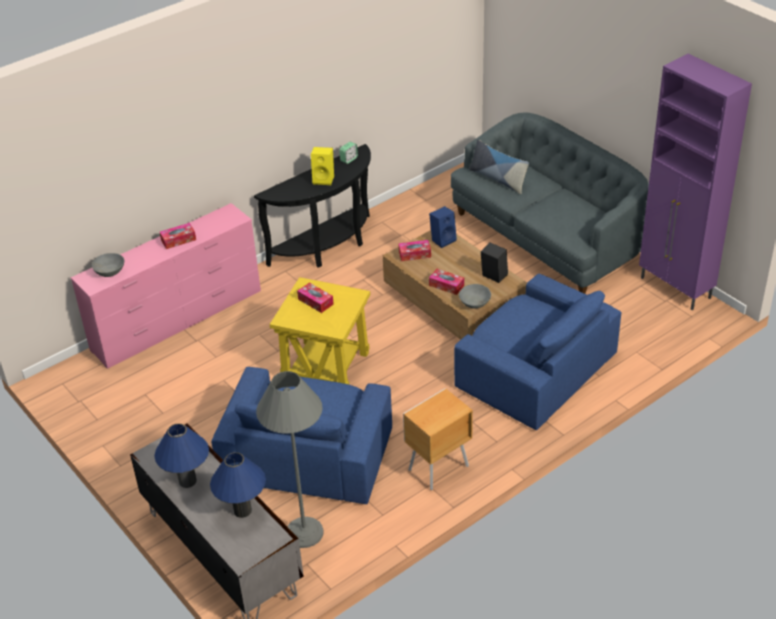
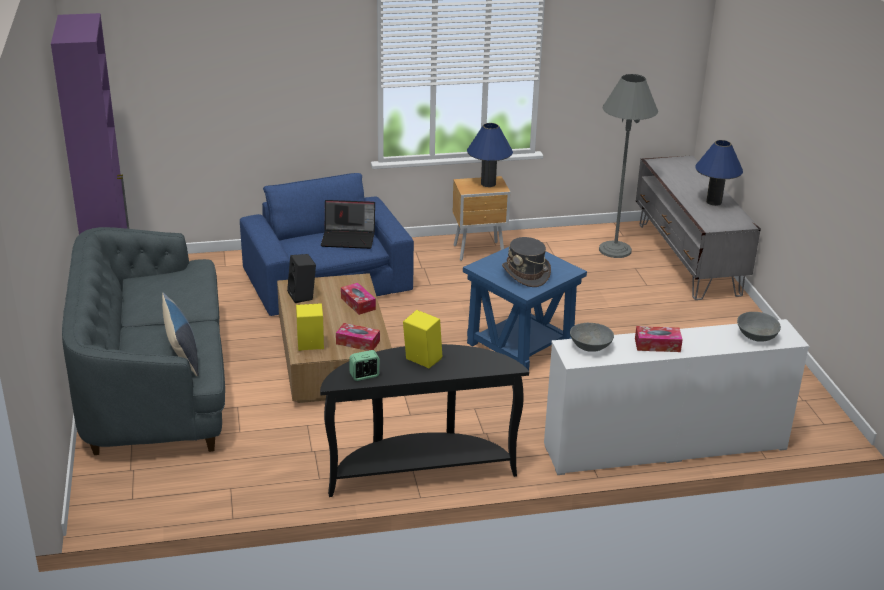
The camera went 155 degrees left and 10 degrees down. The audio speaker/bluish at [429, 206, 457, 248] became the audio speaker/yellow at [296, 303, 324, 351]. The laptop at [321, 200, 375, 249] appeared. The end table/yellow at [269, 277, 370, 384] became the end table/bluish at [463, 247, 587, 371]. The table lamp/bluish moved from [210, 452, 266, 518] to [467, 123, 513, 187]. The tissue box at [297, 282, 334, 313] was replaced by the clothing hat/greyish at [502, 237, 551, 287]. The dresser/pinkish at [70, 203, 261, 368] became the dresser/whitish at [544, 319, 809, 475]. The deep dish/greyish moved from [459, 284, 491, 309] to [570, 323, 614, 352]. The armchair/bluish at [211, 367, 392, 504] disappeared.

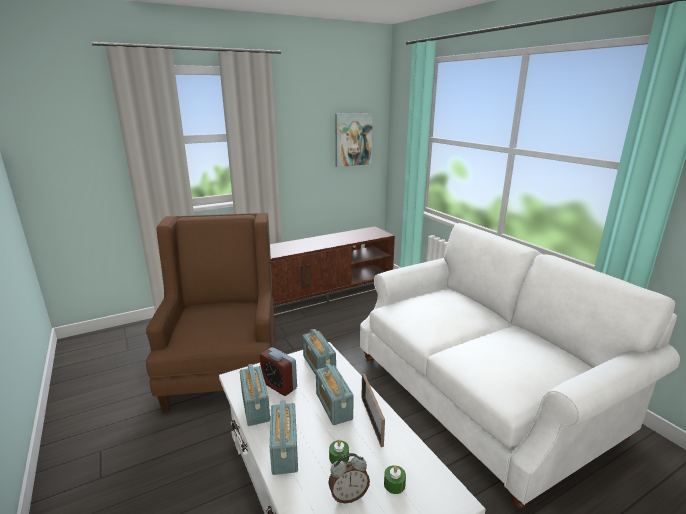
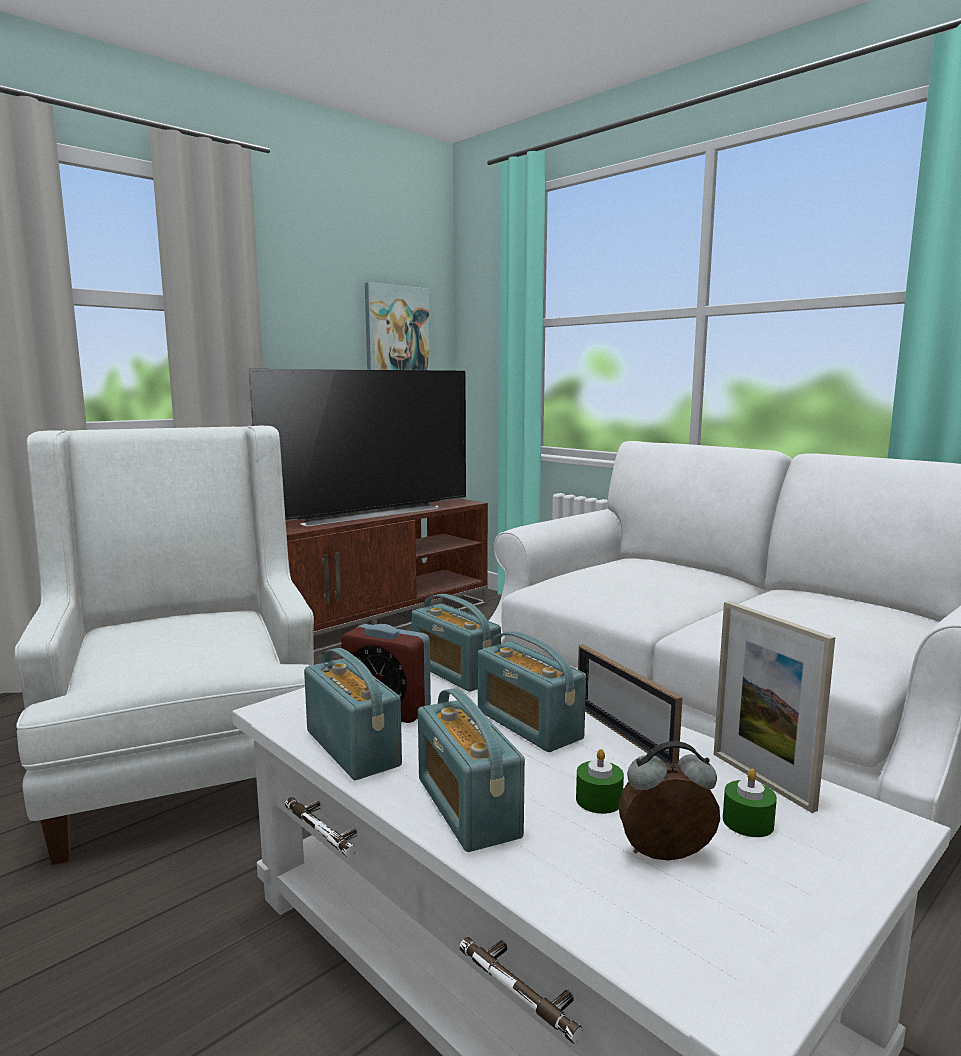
The camera went 15 degrees left and 10 degrees down. The armchair/brown at [146, 213, 275, 412] became the armchair/whitish at [15, 426, 314, 865]. The television at [249, 369, 466, 526] appeared. The bedside clock at [328, 453, 370, 503] turned 150 degrees counterclockwise. The photo frame at [714, 601, 835, 813] appeared.

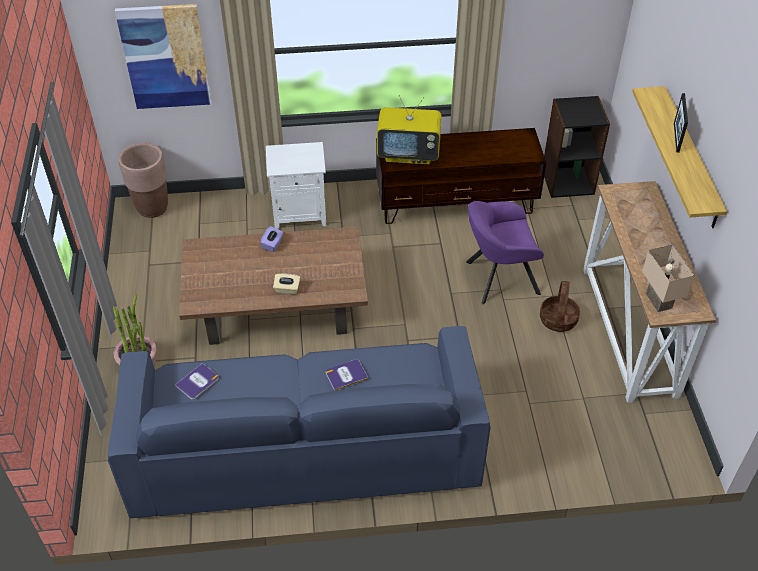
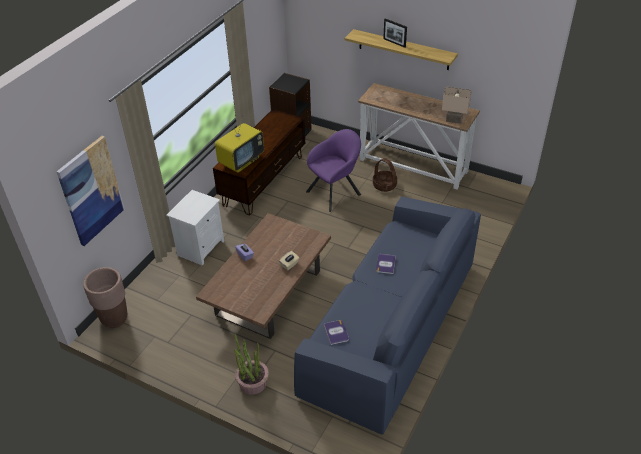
The camera went 55 degrees left and 5 degrees down. The armchair/purple-coloured at [466, 201, 544, 304] turned 150 degrees counterclockwise.

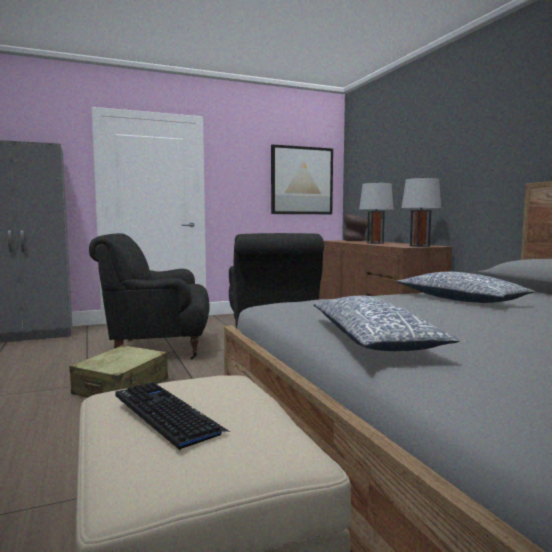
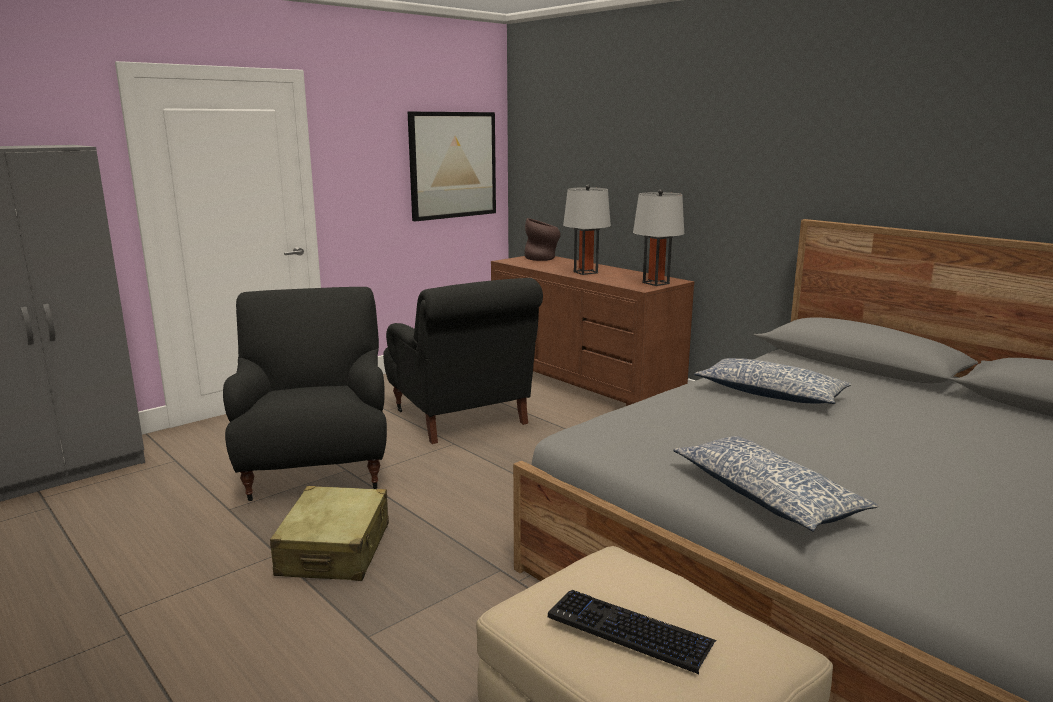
The camera went 20 degrees left and 10 degrees up. The armchair/blackish at [89, 233, 210, 359] turned 105 degrees clockwise.

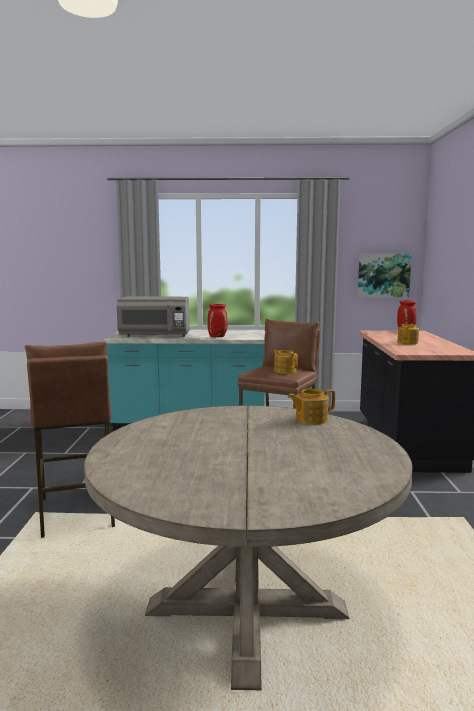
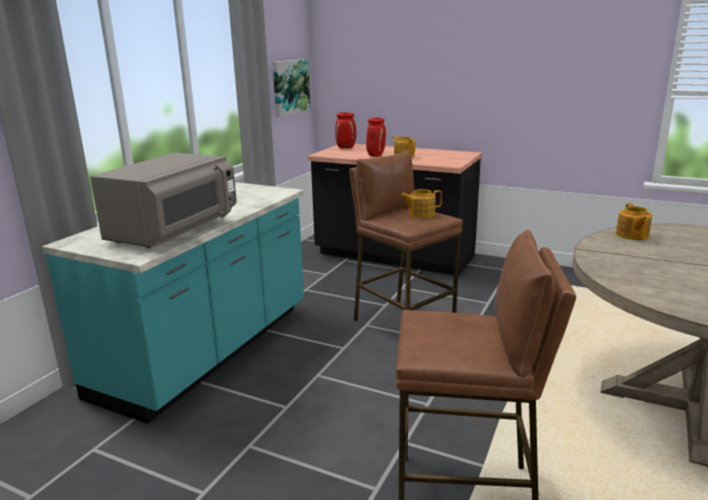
The camera went 65 degrees left and 10 degrees up. The flower vase/reddish moved from [208, 304, 228, 337] to [366, 118, 386, 157].

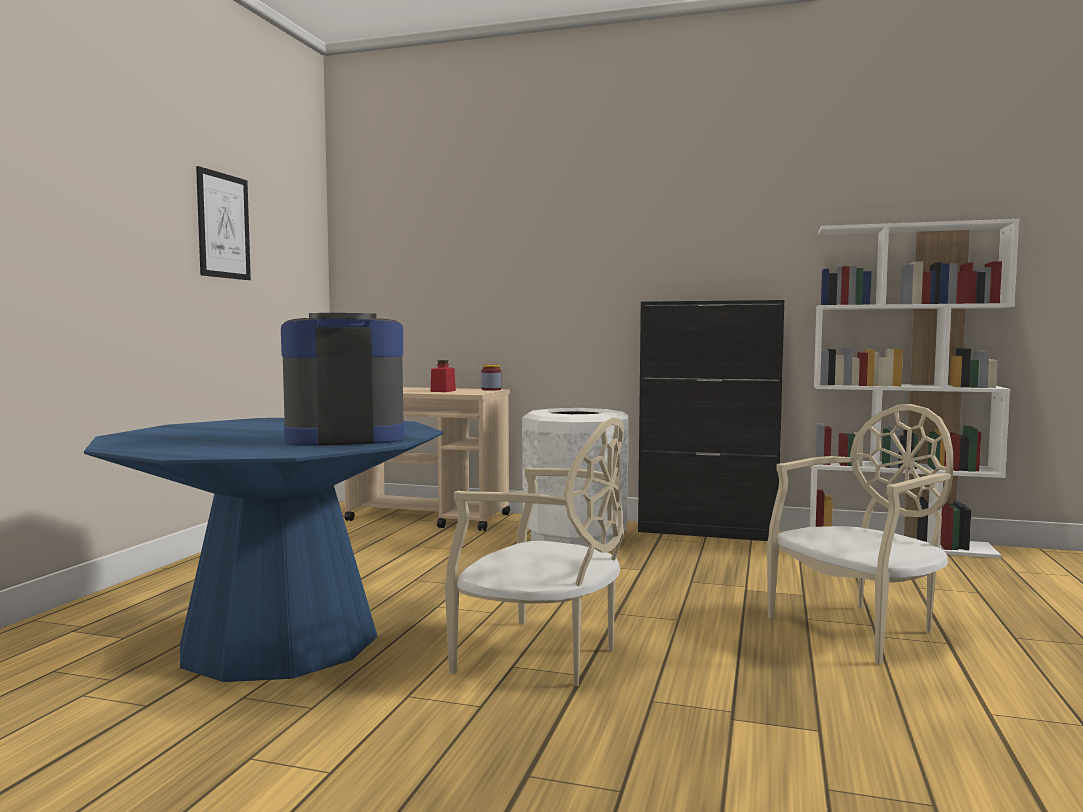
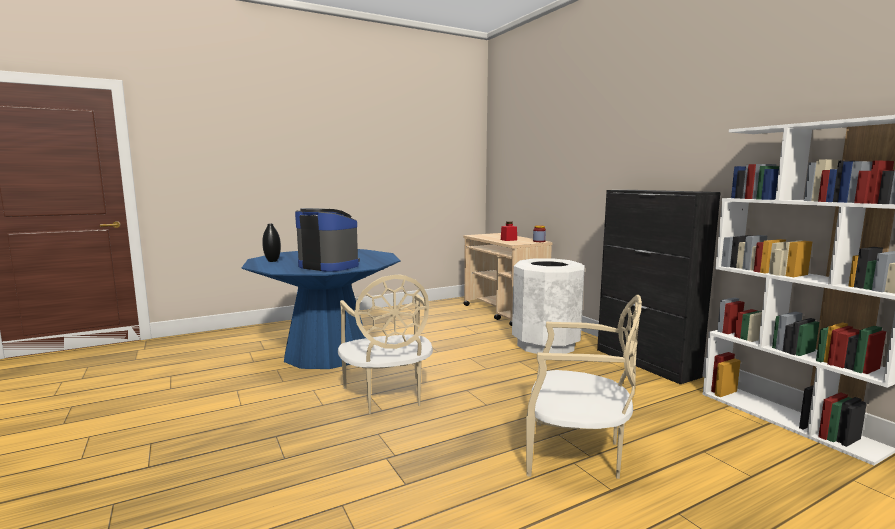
The camera went 45 degrees right and 5 degrees up. The flower vase/blackish at [262, 224, 281, 262] appeared. The wall art at [196, 166, 251, 280] disappeared.

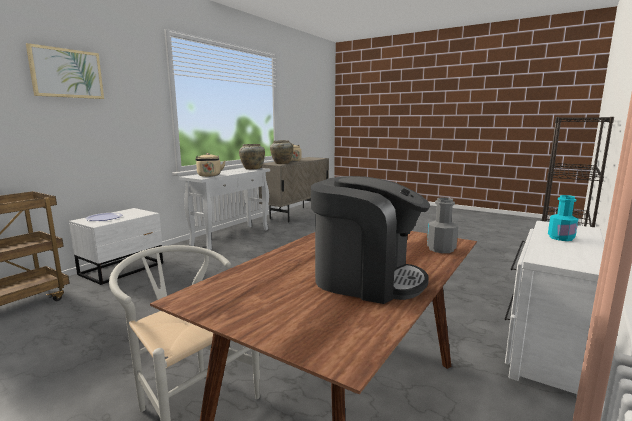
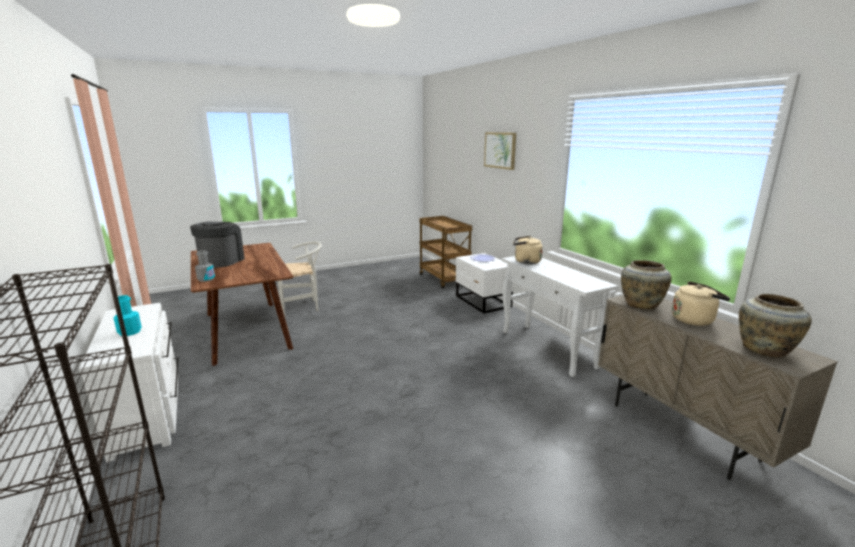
The camera went 120 degrees right and 5 degrees up. The coffee brewer at [311, 176, 430, 304] turned 135 degrees clockwise. The flower vase/beige-coloured moved from [239, 144, 265, 170] to [739, 294, 812, 357].

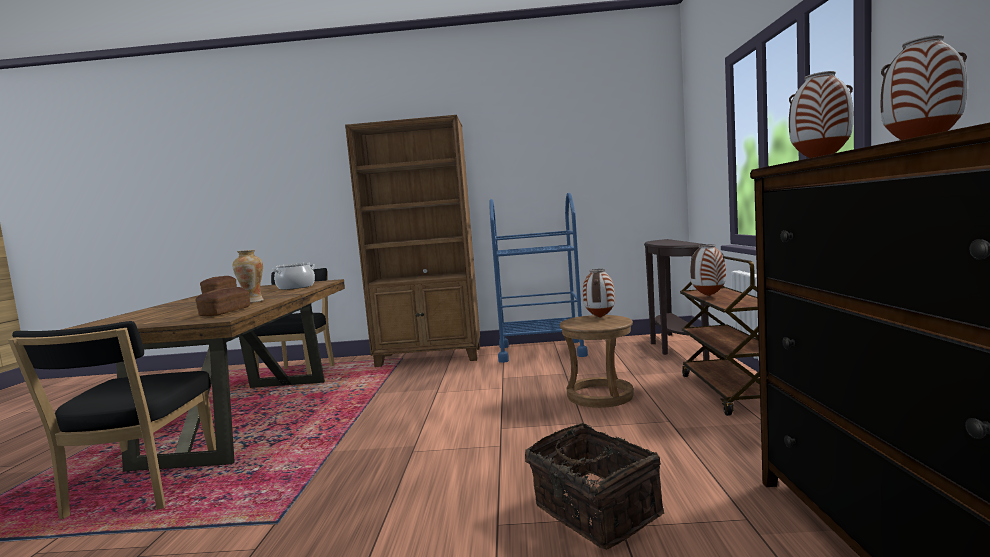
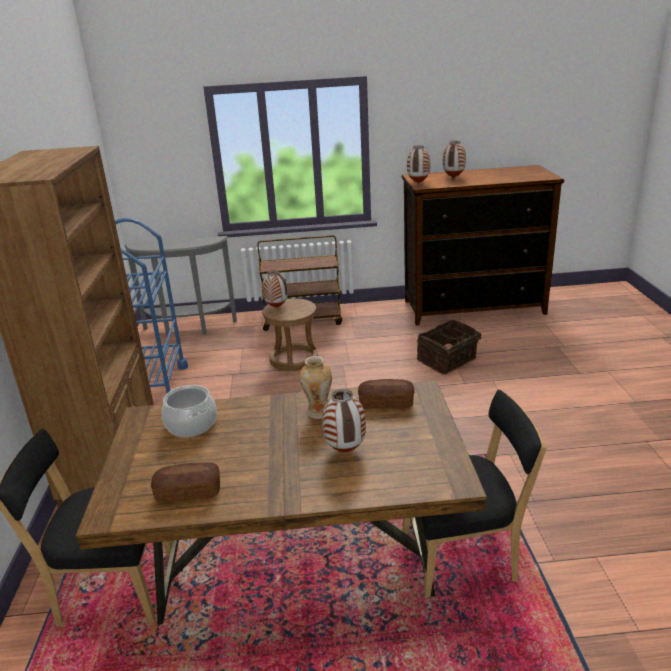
The camera went 95 degrees left and 20 degrees up. The narrow table/brown at [644, 239, 709, 360] became the narrow table/greyish at [125, 236, 237, 337]. The flower vase moved from [690, 244, 726, 296] to [322, 389, 366, 452].

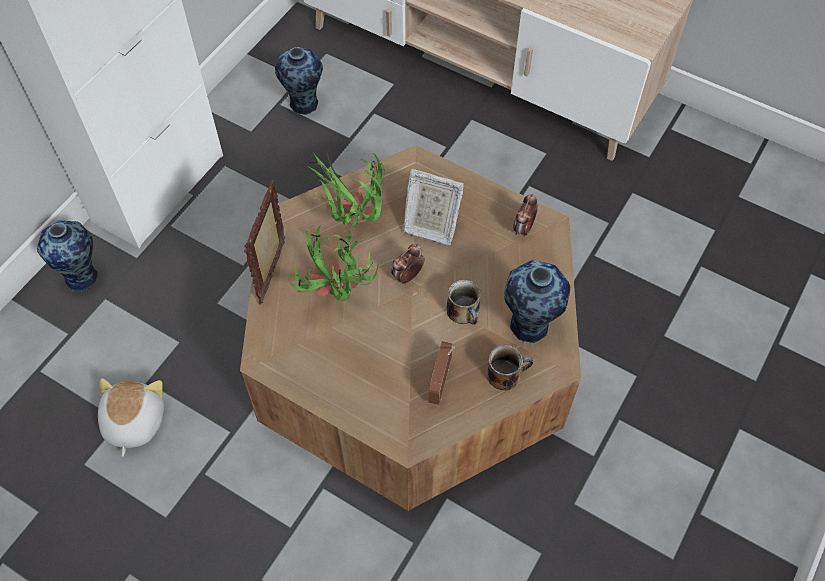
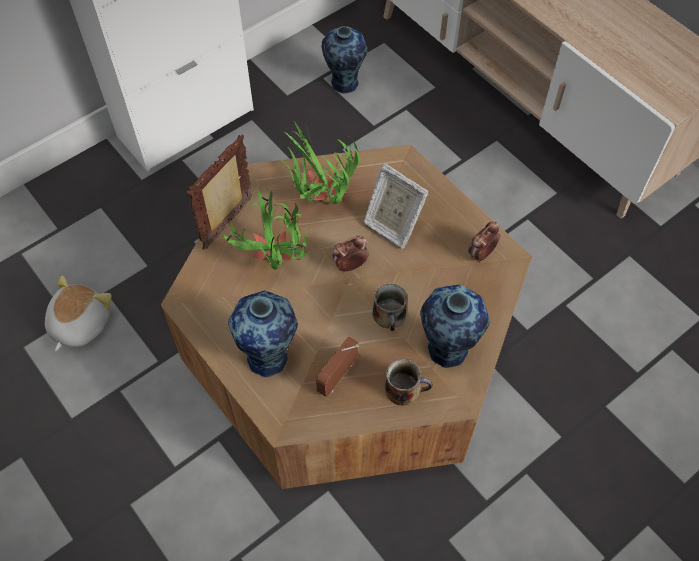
The camera went 20 degrees right and 0 degrees up. The flower vase moved from [37, 221, 98, 291] to [228, 291, 298, 379].

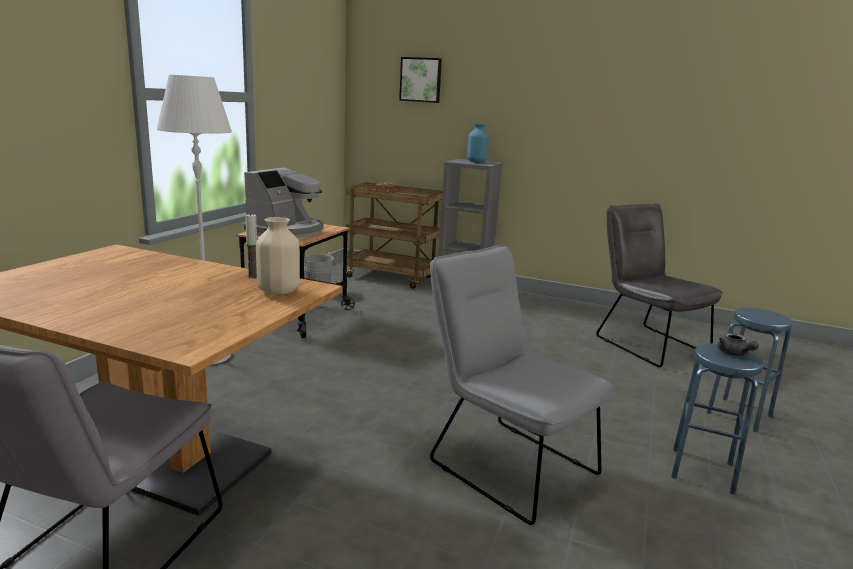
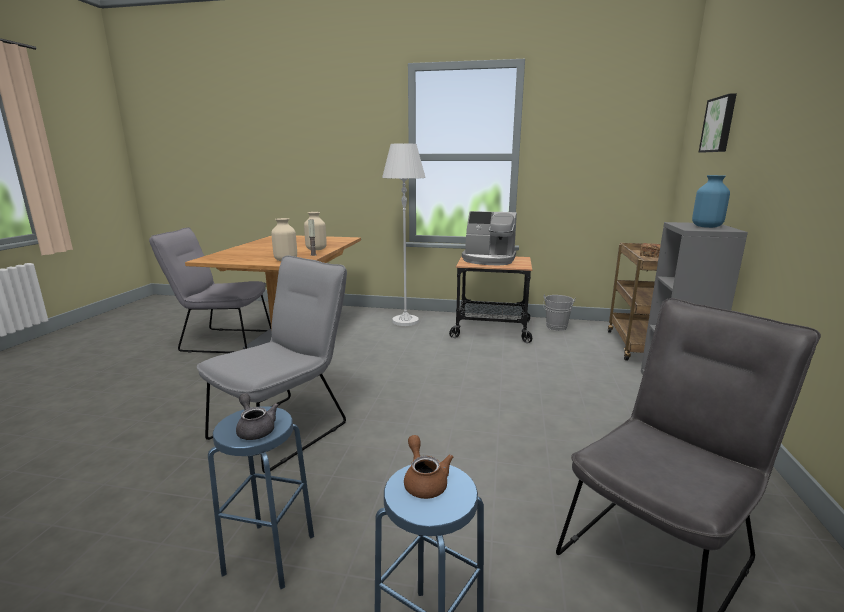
The camera went 80 degrees right and 0 degrees up. The teapot/greyish at [718, 333, 759, 356] turned 75 degrees clockwise. The flower vase/beige-coloured at [304, 212, 327, 250] appeared. The teapot/brown at [404, 435, 453, 499] appeared.

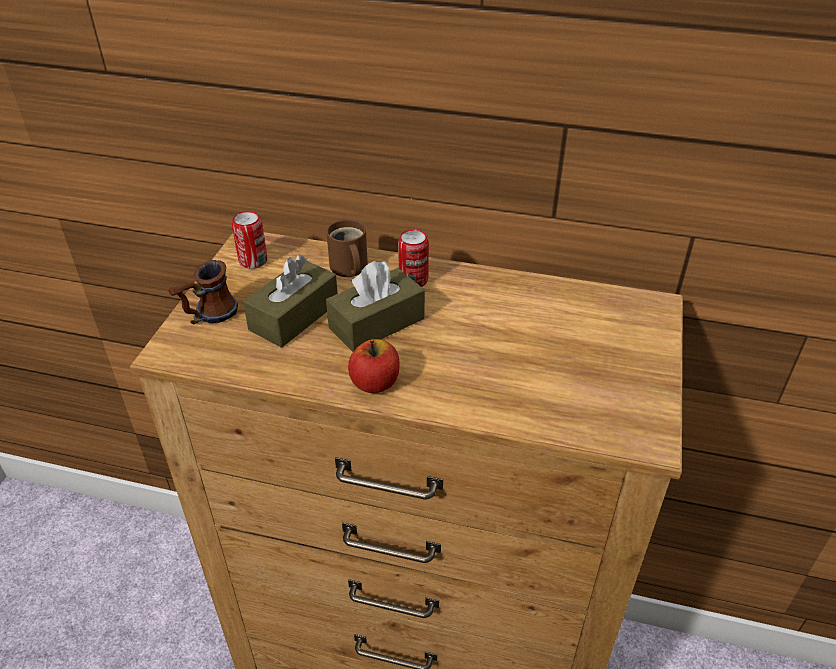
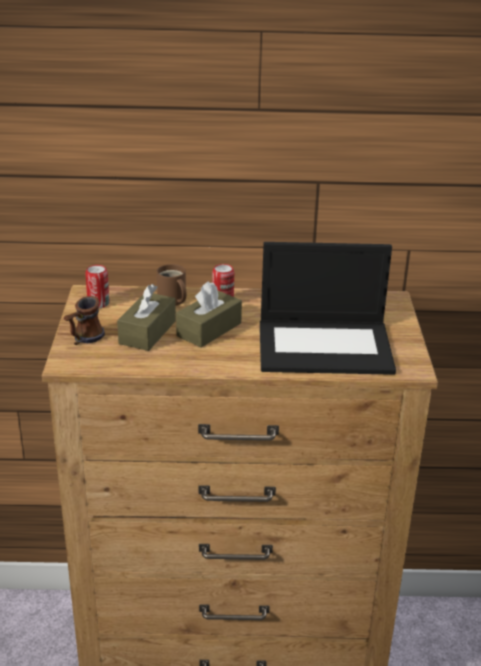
The camera went 15 degrees left and 10 degrees down. The laptop at [260, 242, 396, 375] appeared. The apple at [348, 339, 400, 393] disappeared.

